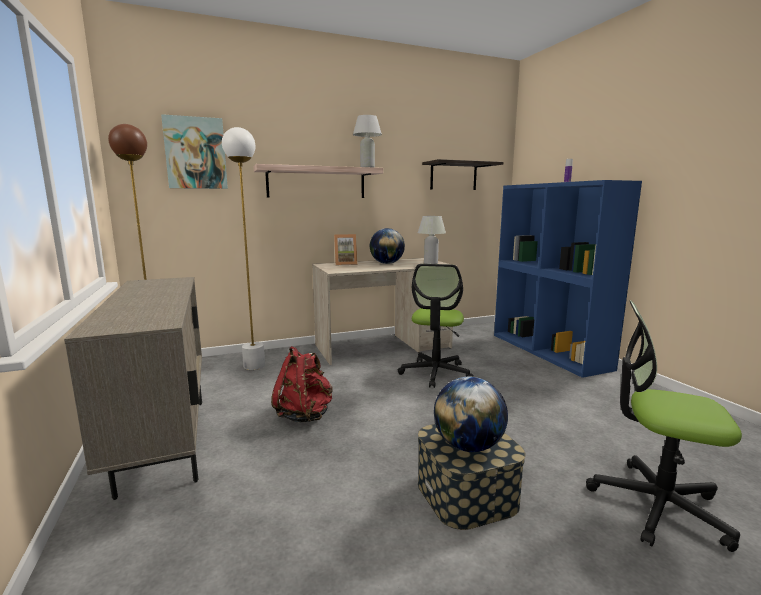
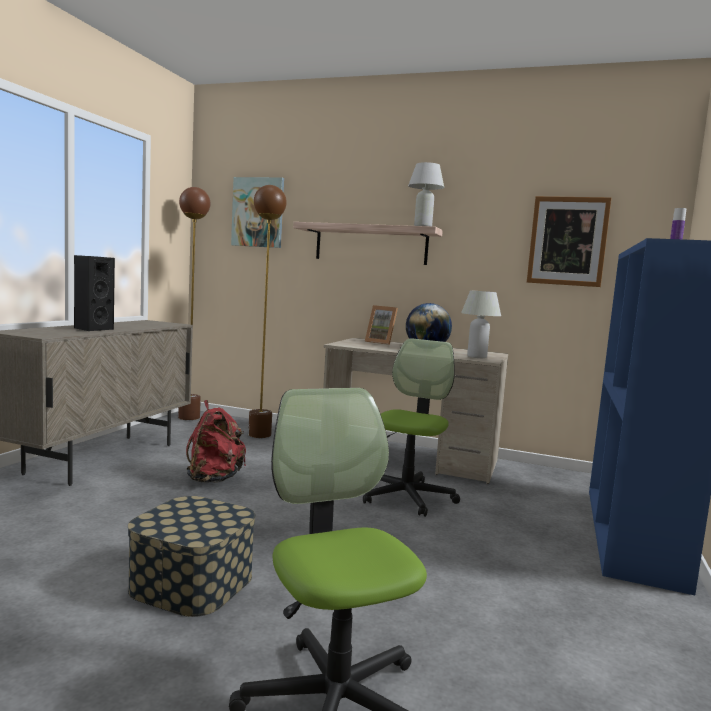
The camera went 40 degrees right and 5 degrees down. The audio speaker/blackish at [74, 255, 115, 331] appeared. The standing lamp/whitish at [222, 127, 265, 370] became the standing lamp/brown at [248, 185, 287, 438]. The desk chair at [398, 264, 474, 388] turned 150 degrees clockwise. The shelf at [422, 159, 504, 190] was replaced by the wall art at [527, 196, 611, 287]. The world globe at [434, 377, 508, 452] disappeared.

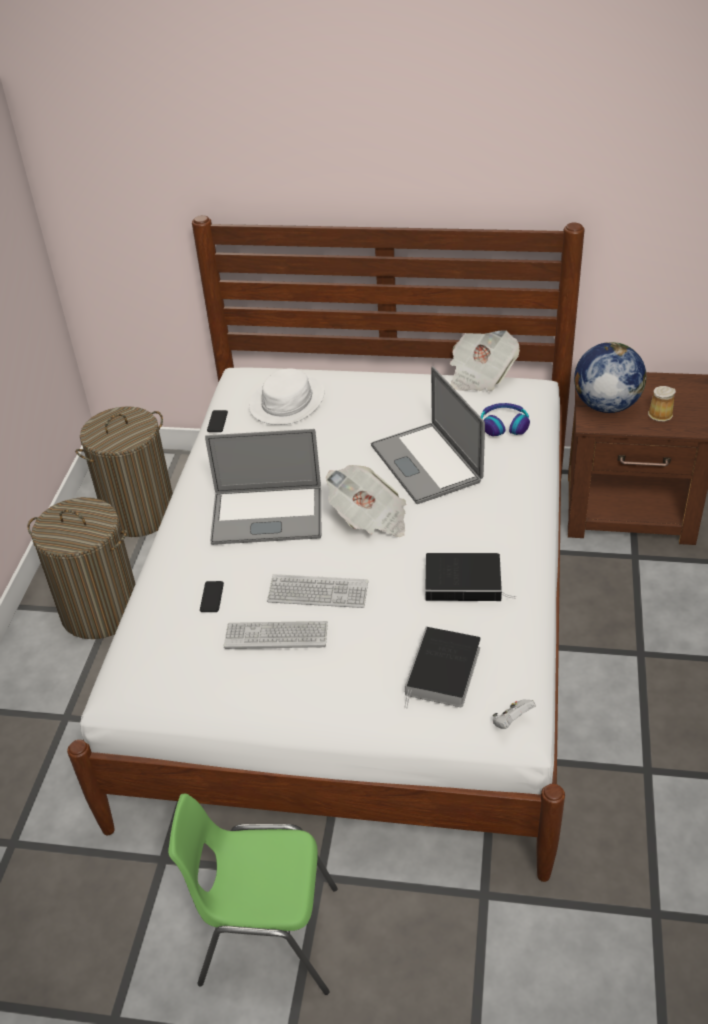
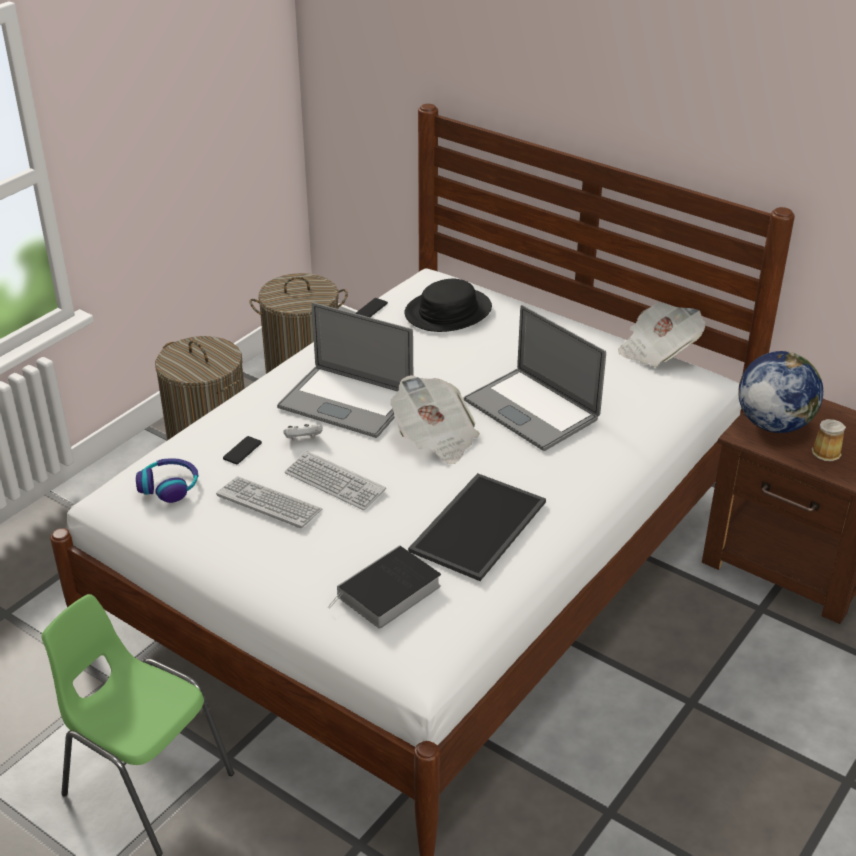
The camera went 25 degrees right and 5 degrees down. The pair of headphones moved from [481, 403, 530, 436] to [136, 458, 199, 503]. The joypad/whitish moved from [493, 700, 536, 729] to [283, 424, 323, 441]. The clothing hat/whitish at [249, 368, 324, 425] became the clothing hat/blackish at [404, 279, 492, 332]. The volume at [425, 553, 516, 601] was replaced by the serving tray at [408, 473, 546, 581]. The laptop at [371, 366, 485, 504] turned 45 degrees counterclockwise.

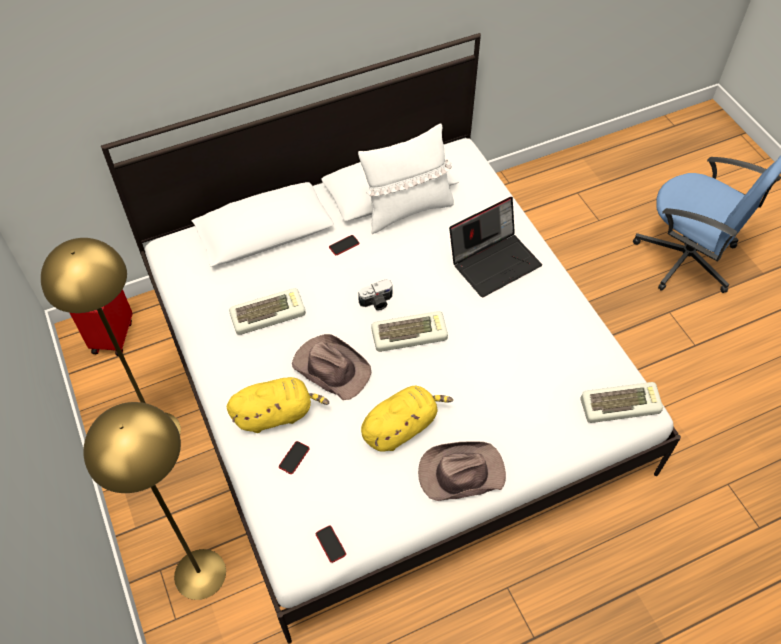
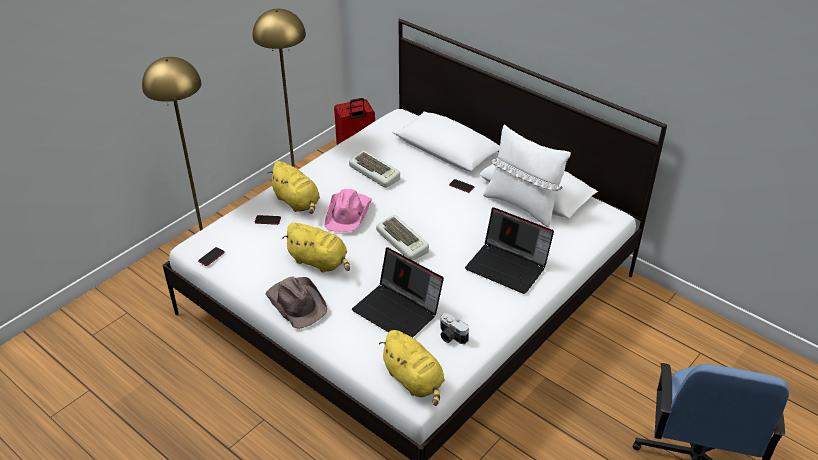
The camera went 65 degrees right and 15 degrees down. The clothing hat/brown at [292, 334, 371, 400] became the clothing hat/pinkish at [324, 189, 372, 232]. The laptop at [352, 247, 444, 338] appeared. The PC keyboard at [580, 382, 663, 423] was replaced by the plush toy/yellow at [379, 330, 445, 406]. The photo camera moved from [358, 280, 393, 310] to [440, 313, 469, 344].

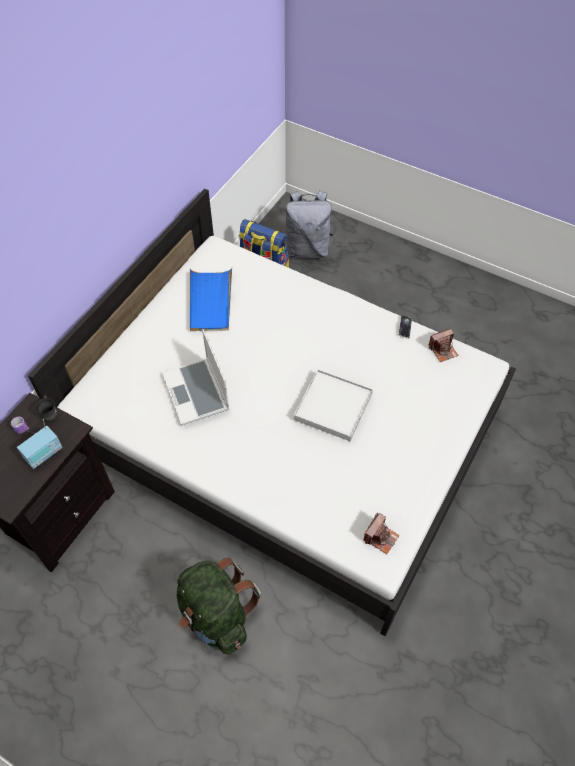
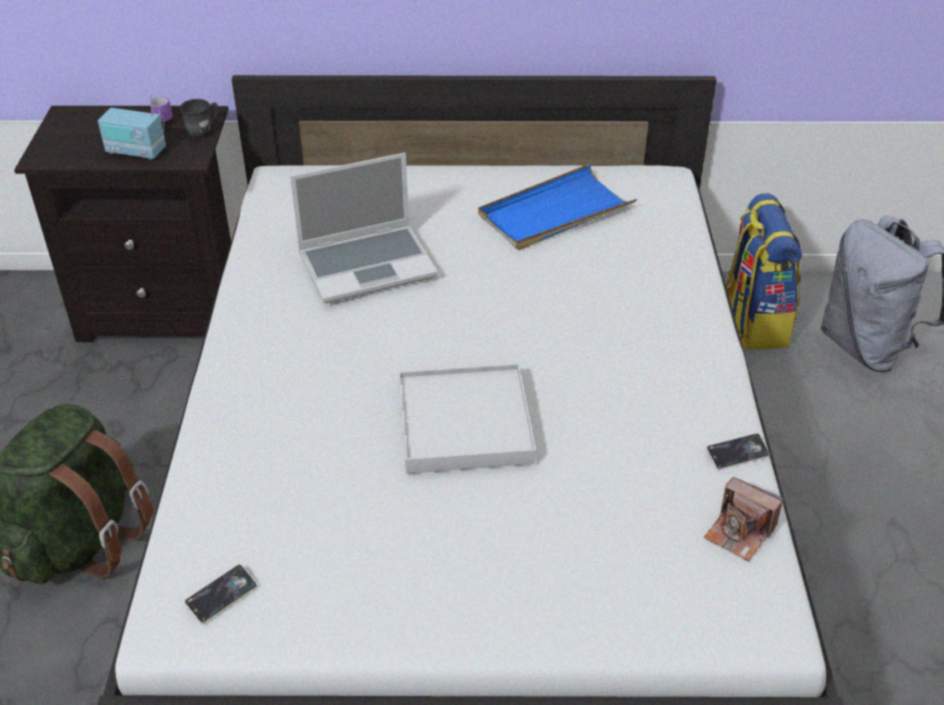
The camera went 60 degrees right and 15 degrees down. The photo camera at [363, 512, 400, 554] was replaced by the handset at [184, 564, 257, 624]. The laptop at [162, 329, 229, 425] turned 150 degrees counterclockwise.

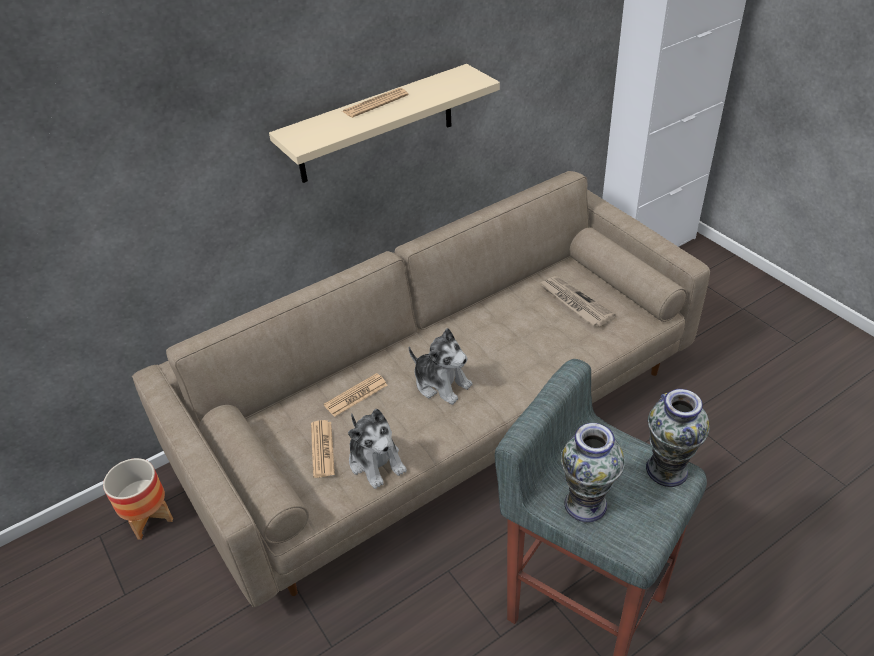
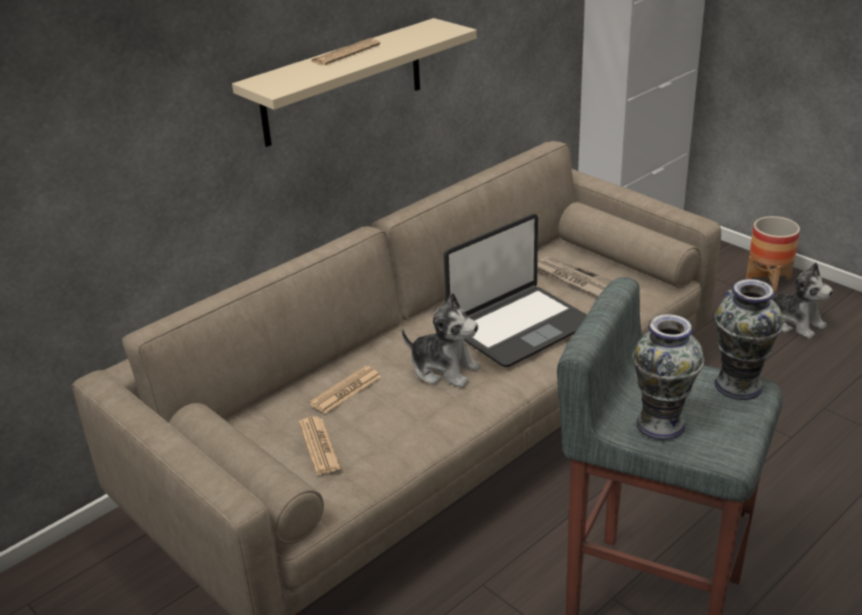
The camera went 10 degrees left and 10 degrees down. The laptop at [444, 214, 587, 367] appeared. The flower pot moved from [103, 458, 173, 540] to [746, 216, 800, 291]. The plush toy moved from [348, 409, 407, 489] to [772, 262, 833, 339].

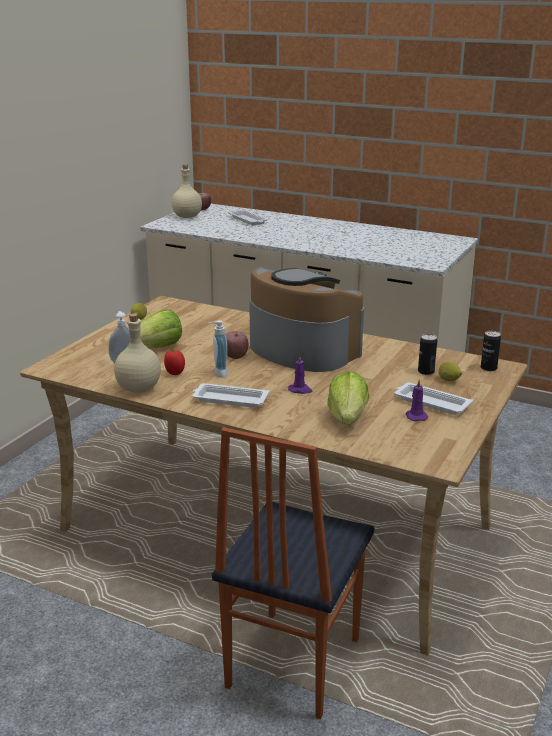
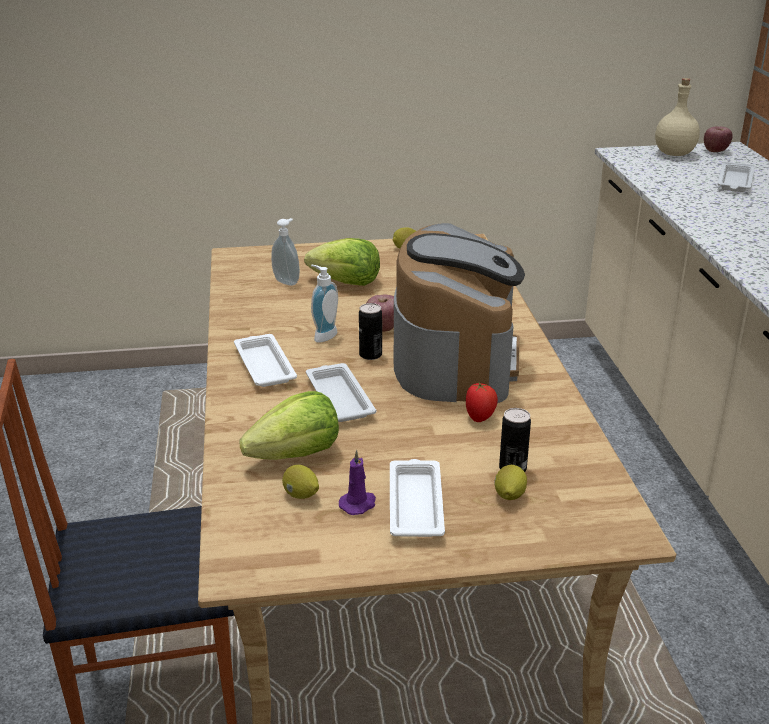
The camera went 55 degrees right and 5 degrees up. The lemon at [282, 465, 319, 499] appeared. The wax candle/purple-coloured at [288, 355, 313, 394] was replaced by the serving tray/whitish at [306, 363, 376, 422]. The metal can moved from [481, 331, 501, 371] to [359, 303, 382, 360]. The fresh tomato moved from [164, 350, 185, 375] to [466, 382, 498, 422]. The bottle/beige-coloured at [114, 313, 161, 392] disappeared.

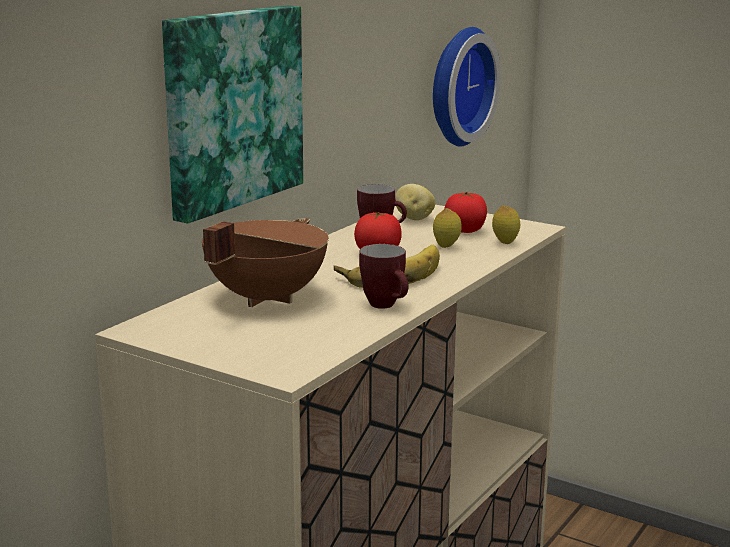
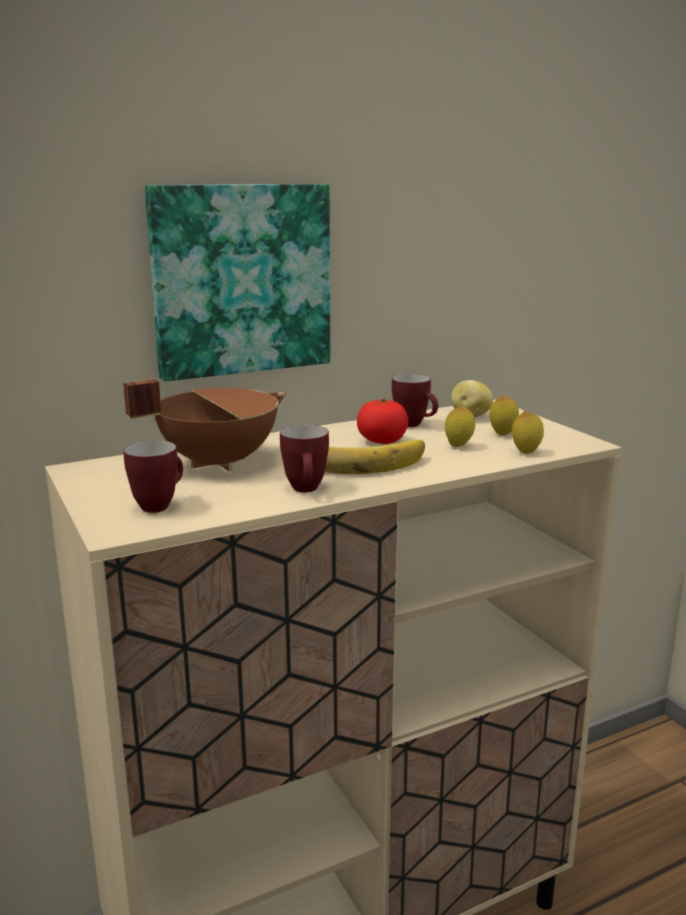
The camera went 30 degrees right and 0 degrees up. The mug at [123, 440, 183, 513] appeared. The fresh tomato at [444, 192, 487, 233] was replaced by the lemon at [489, 395, 519, 436]. The clock on the wall at [433, 27, 501, 147] disappeared.

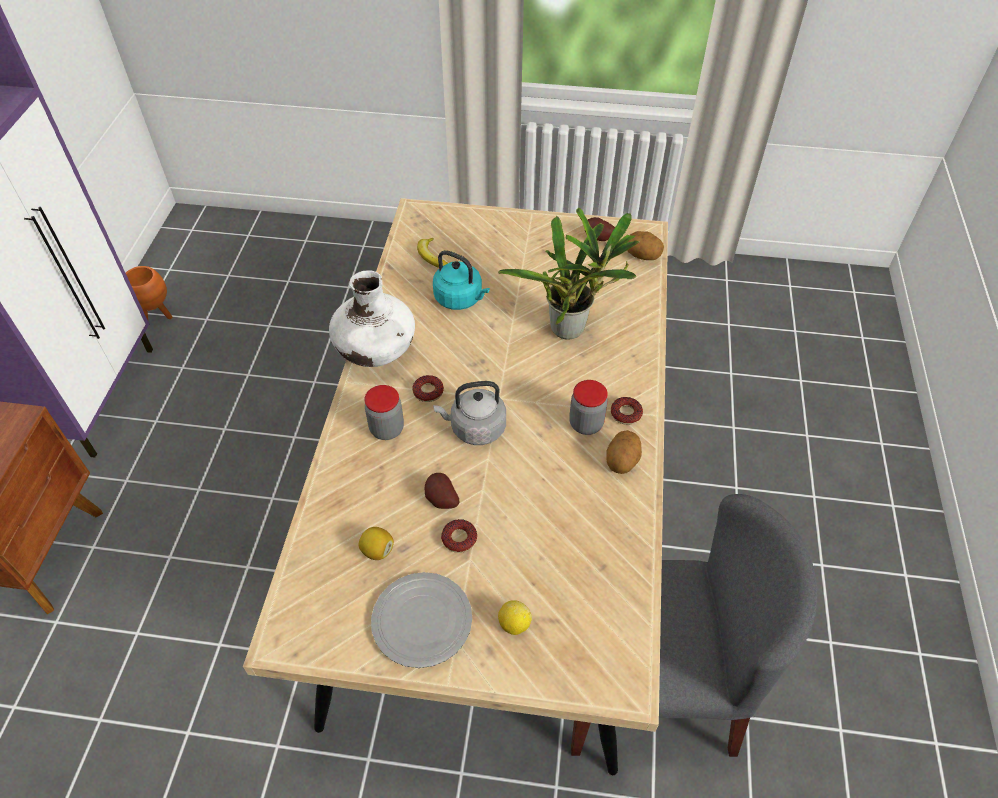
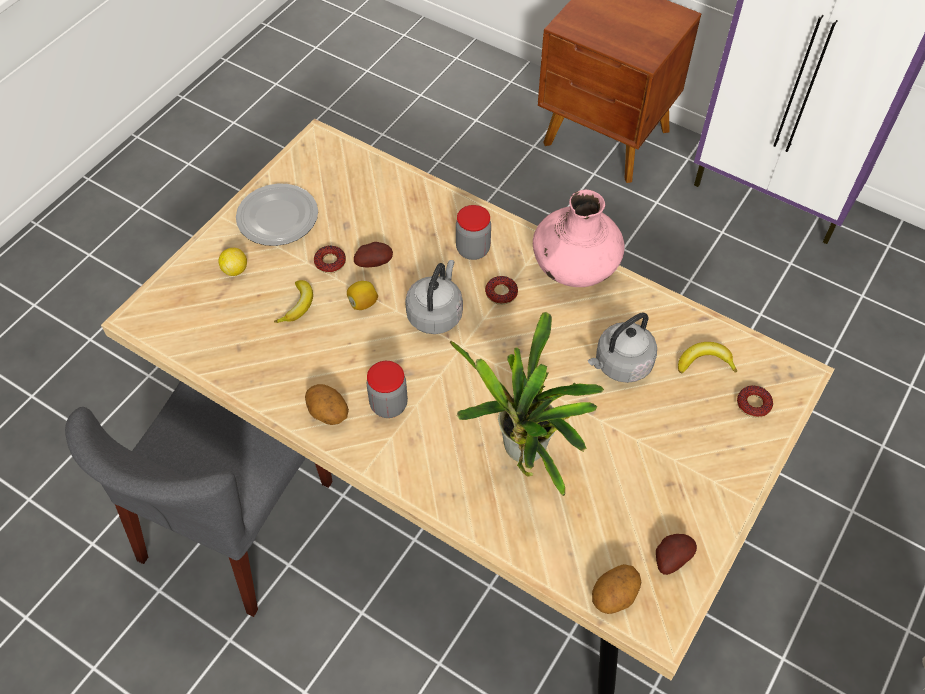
The camera went 115 degrees right and 5 degrees up. The whole banana at [274, 280, 313, 323] appeared. The lemon moved from [358, 527, 394, 560] to [347, 281, 378, 310]. The flower vase/whitish at [329, 270, 415, 367] became the flower vase/pinkish at [533, 190, 625, 287]. The kettle/turquoise at [433, 250, 490, 310] became the kettle/greyish at [588, 312, 657, 383]. The ring doughnut moved from [611, 397, 643, 425] to [737, 385, 773, 418]. The flower pot/orange-coloured at [126, 266, 172, 320] disappeared.

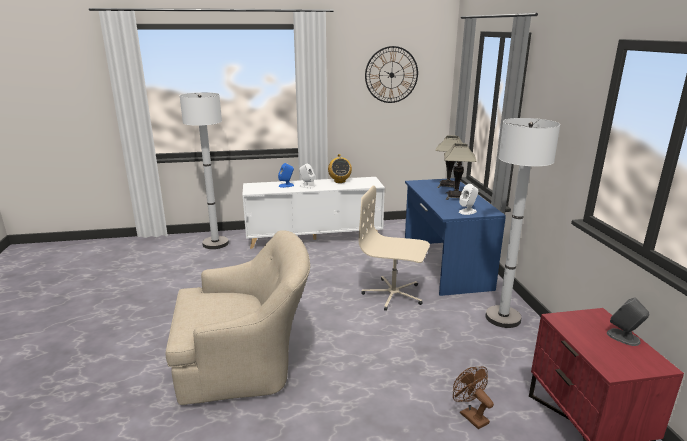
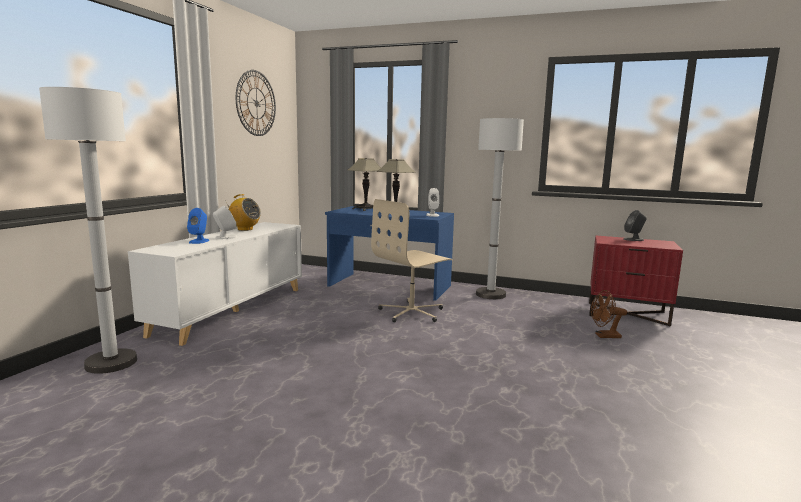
The camera went 60 degrees left and 10 degrees down. The armchair/beige-coloured at [165, 230, 310, 405] disappeared.

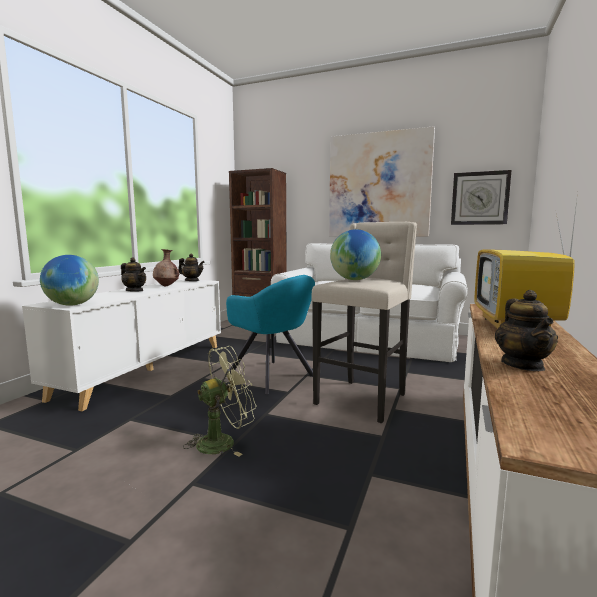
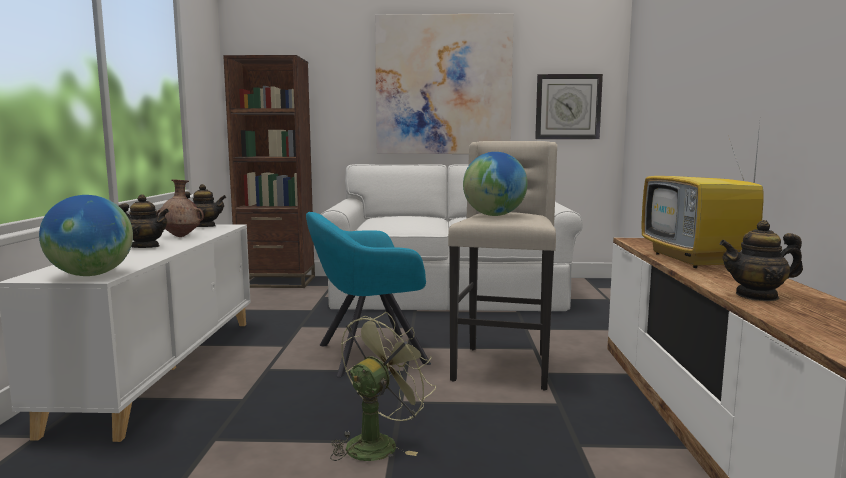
The camera went 20 degrees left and 0 degrees up. The armchair/turquoise at [226, 275, 315, 395] turned 135 degrees clockwise. The teapot at [495, 290, 558, 371] turned 105 degrees clockwise.

